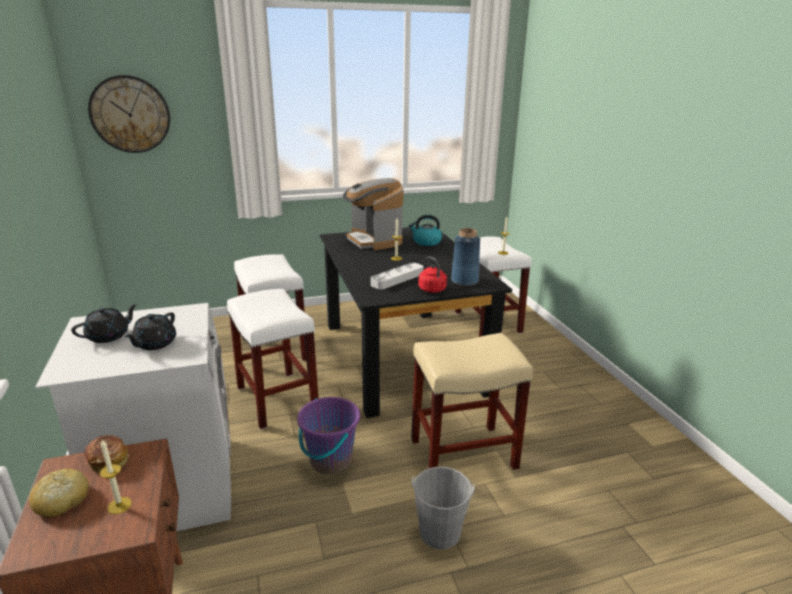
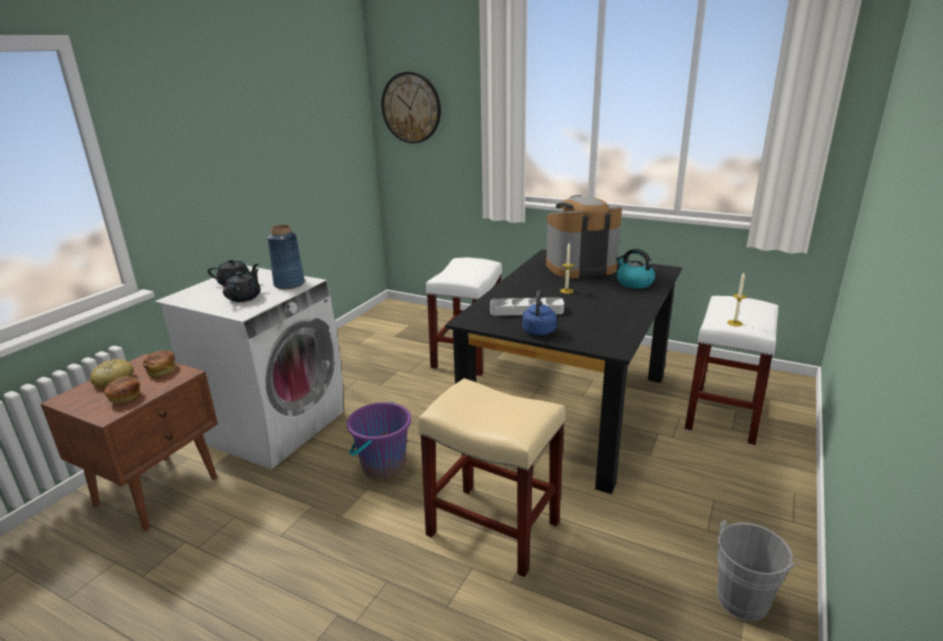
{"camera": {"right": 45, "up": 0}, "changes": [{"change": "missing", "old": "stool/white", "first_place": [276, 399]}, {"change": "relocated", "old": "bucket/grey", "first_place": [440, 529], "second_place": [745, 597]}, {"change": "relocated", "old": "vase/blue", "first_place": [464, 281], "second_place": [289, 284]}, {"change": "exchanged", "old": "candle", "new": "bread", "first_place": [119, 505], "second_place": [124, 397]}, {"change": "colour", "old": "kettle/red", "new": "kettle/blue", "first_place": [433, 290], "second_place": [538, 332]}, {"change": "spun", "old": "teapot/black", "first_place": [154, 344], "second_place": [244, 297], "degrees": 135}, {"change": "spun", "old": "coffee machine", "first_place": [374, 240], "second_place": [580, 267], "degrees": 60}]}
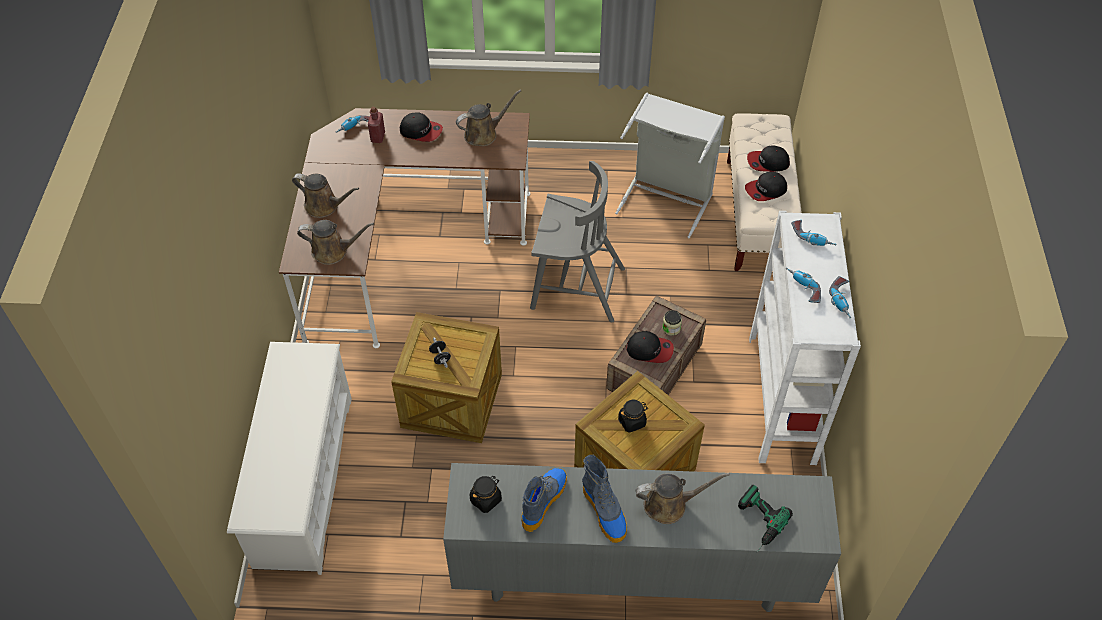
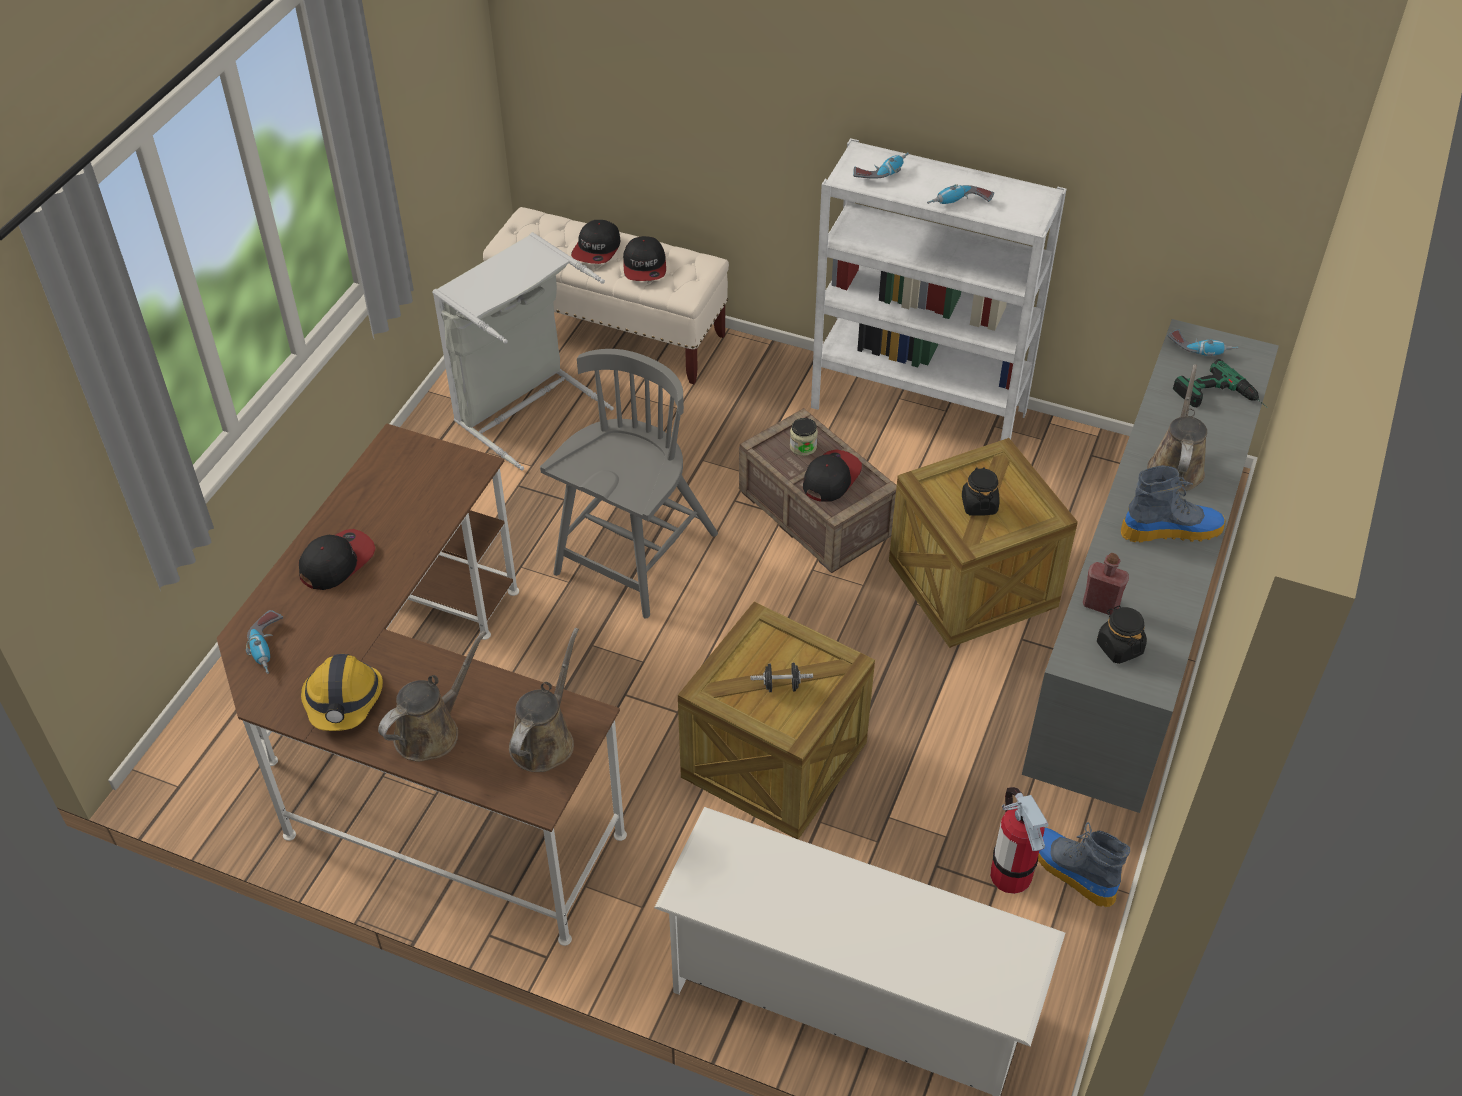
{"camera": {"right": -70, "up": -5}, "changes": [{"change": "missing", "old": "watering can/brown", "first_place": [483, 134]}, {"change": "appeared", "new": "hard hat", "second_place": [344, 700]}, {"change": "appeared", "new": "fire extinguisher", "second_place": [1010, 874]}, {"change": "relocated", "old": "bottle/red", "first_place": [378, 137], "second_place": [1100, 605]}, {"change": "relocated", "old": "boot", "first_place": [543, 500], "second_place": [1071, 871]}, {"change": "relocated", "old": "power drill", "first_place": [842, 301], "second_place": [1201, 349]}]}
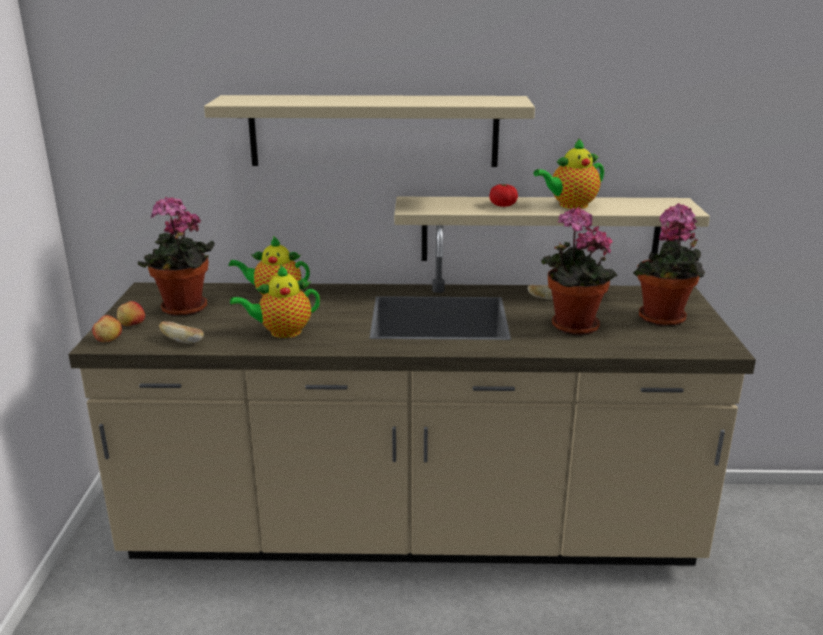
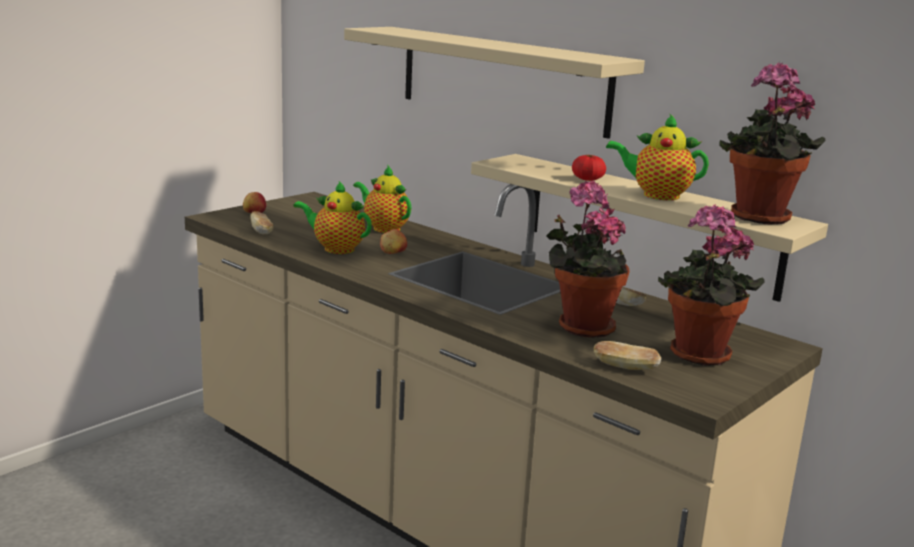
{"camera": {"right": 40, "up": -5}, "changes": [{"change": "appeared", "new": "bread", "second_place": [625, 368]}, {"change": "relocated", "old": "apple", "first_place": [109, 340], "second_place": [393, 253]}, {"change": "relocated", "old": "potted plant", "first_place": [183, 310], "second_place": [758, 218]}]}
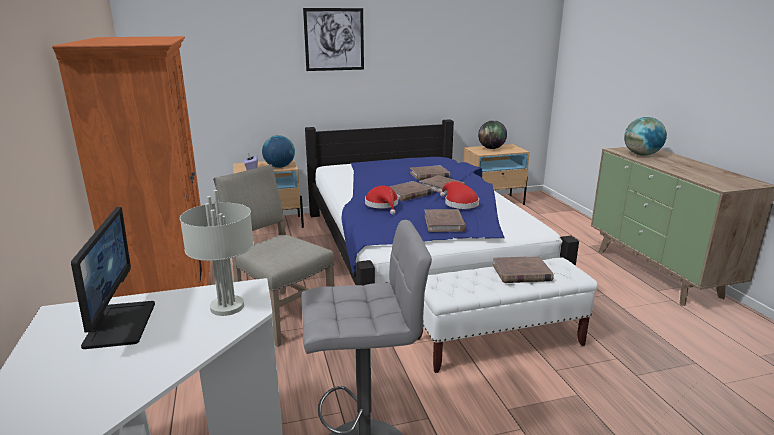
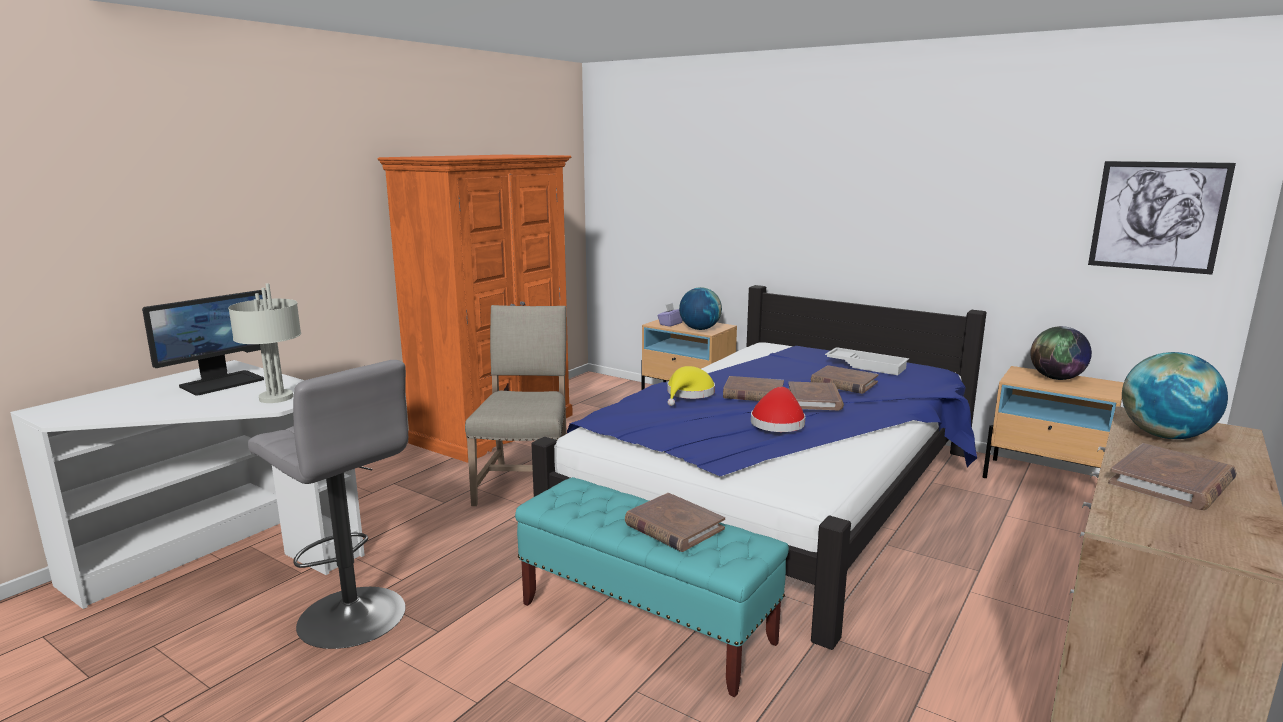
{"camera": {"right": 50, "up": -5}, "changes": [{"change": "appeared", "new": "tray/white", "second_place": [867, 365]}, {"change": "relocated", "old": "picture", "first_place": [334, 39], "second_place": [1157, 216]}, {"change": "relocated", "old": "book/brown", "first_place": [444, 223], "second_place": [1171, 482]}, {"change": "colour", "old": "hat/red", "new": "hat/yellow", "first_place": [383, 205], "second_place": [689, 394]}, {"change": "colour", "old": "bench/white", "new": "bench/turquoise", "first_place": [499, 342], "second_place": [646, 624]}]}
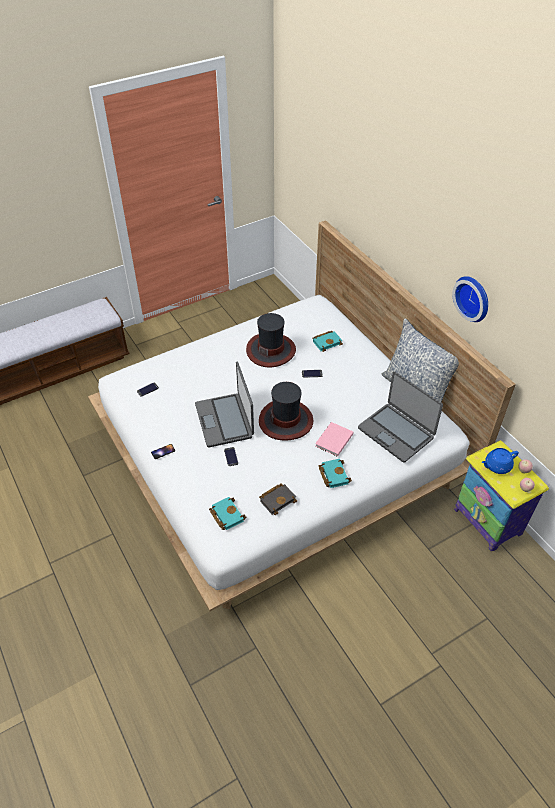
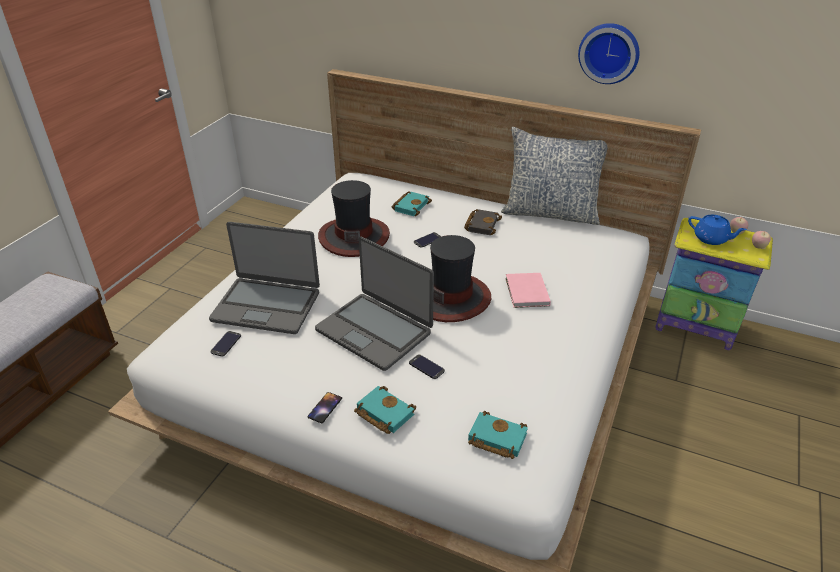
{"camera": {"right": -35, "up": -10}, "changes": [{"change": "relocated", "old": "book/black", "first_place": [278, 499], "second_place": [481, 224]}, {"change": "relocated", "old": "book/turquoise", "first_place": [333, 474], "second_place": [382, 413]}, {"change": "relocated", "old": "laptop", "first_place": [396, 432], "second_place": [267, 305]}, {"change": "spun", "old": "teapot/blue", "first_place": [497, 466], "second_place": [711, 239], "degrees": -90}]}
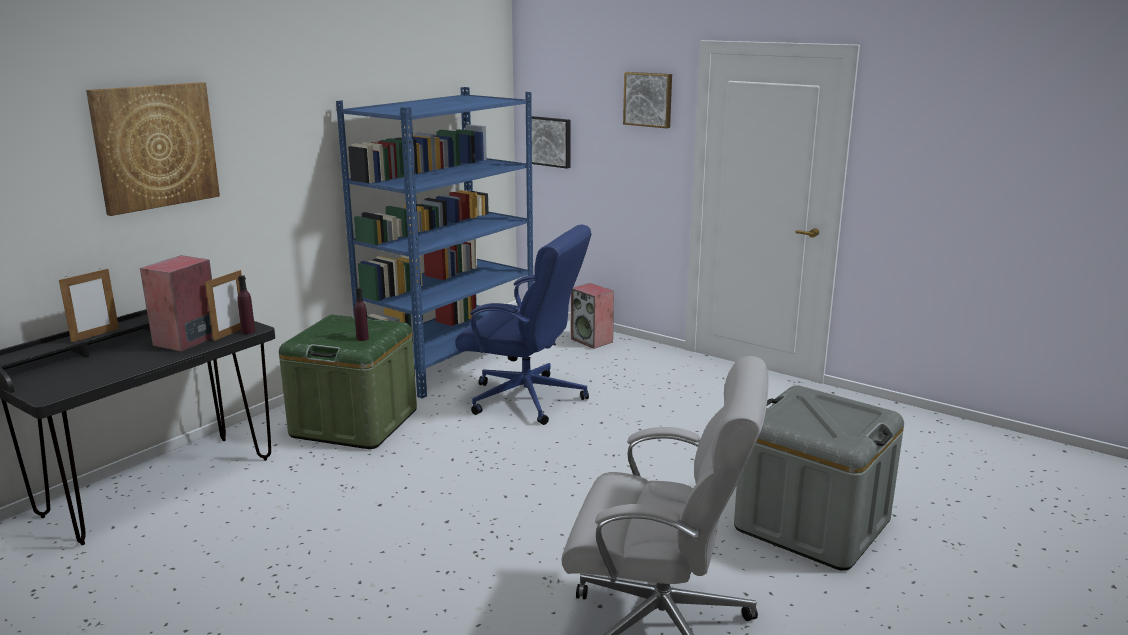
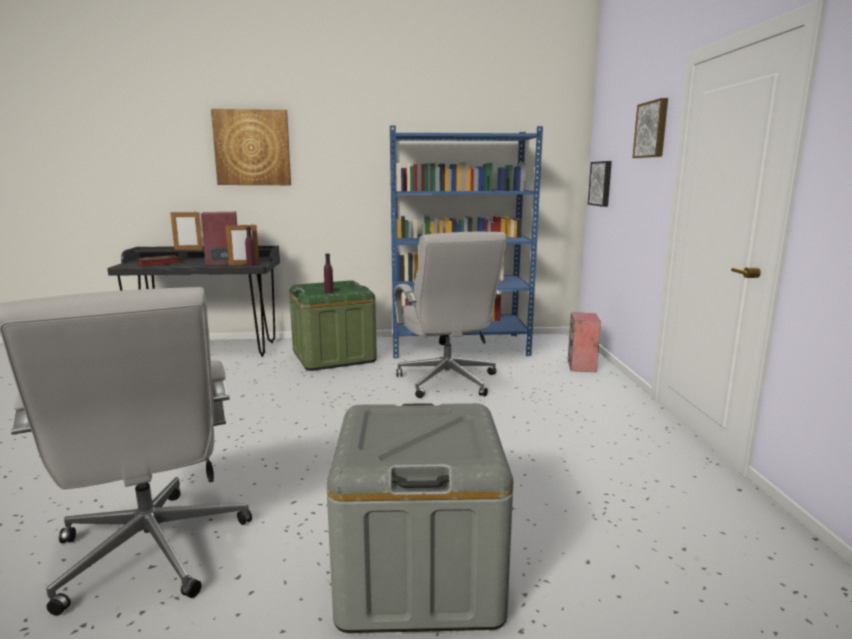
{"camera": {"right": 50, "up": -5}, "changes": [{"change": "appeared", "new": "book", "second_place": [158, 263]}, {"change": "colour", "old": "office chair/blue", "new": "office chair/grey", "first_place": [526, 398], "second_place": [447, 380]}]}
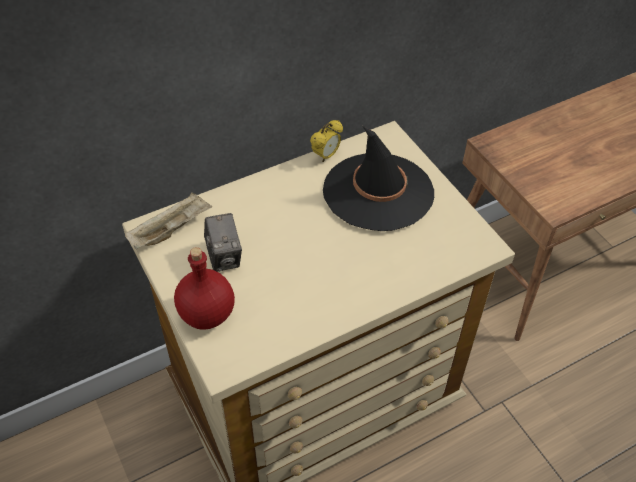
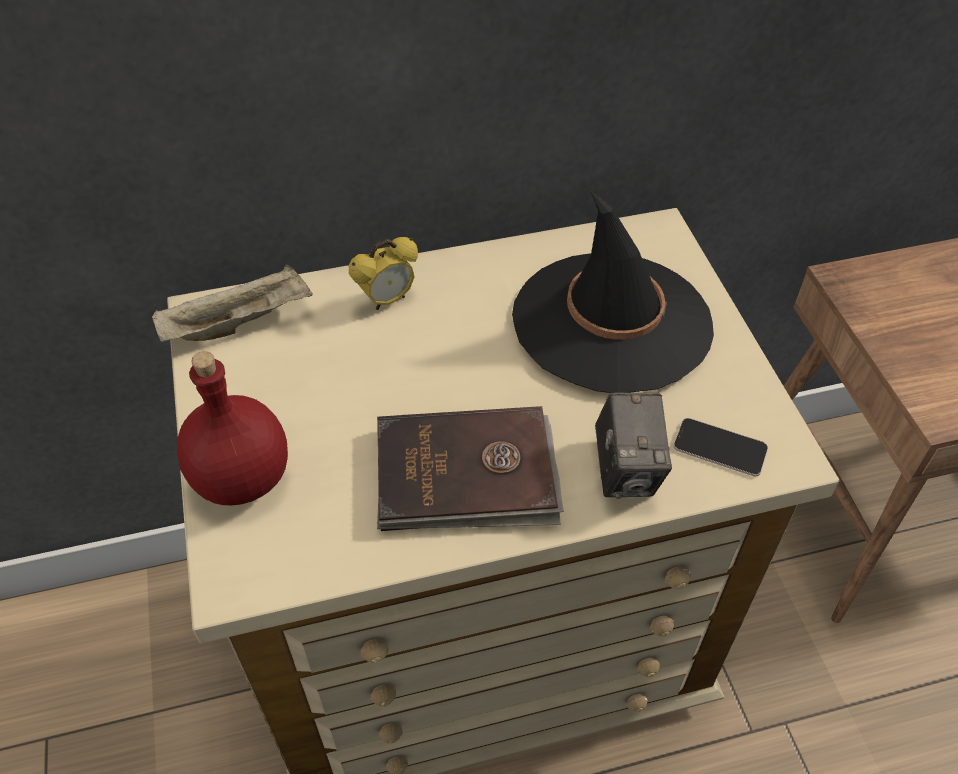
{"camera": {"right": 15, "up": 0}, "changes": [{"change": "appeared", "new": "book/brown", "second_place": [467, 475]}, {"change": "appeared", "new": "phone", "second_place": [720, 448]}, {"change": "relocated", "old": "photo camera", "first_place": [224, 257], "second_place": [626, 471]}, {"change": "relocated", "old": "alarm clock", "first_place": [326, 156], "second_place": [387, 300]}]}
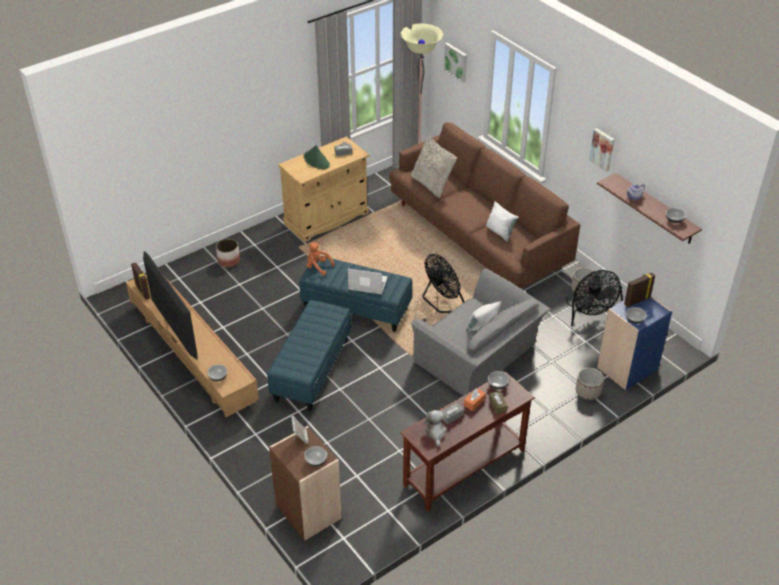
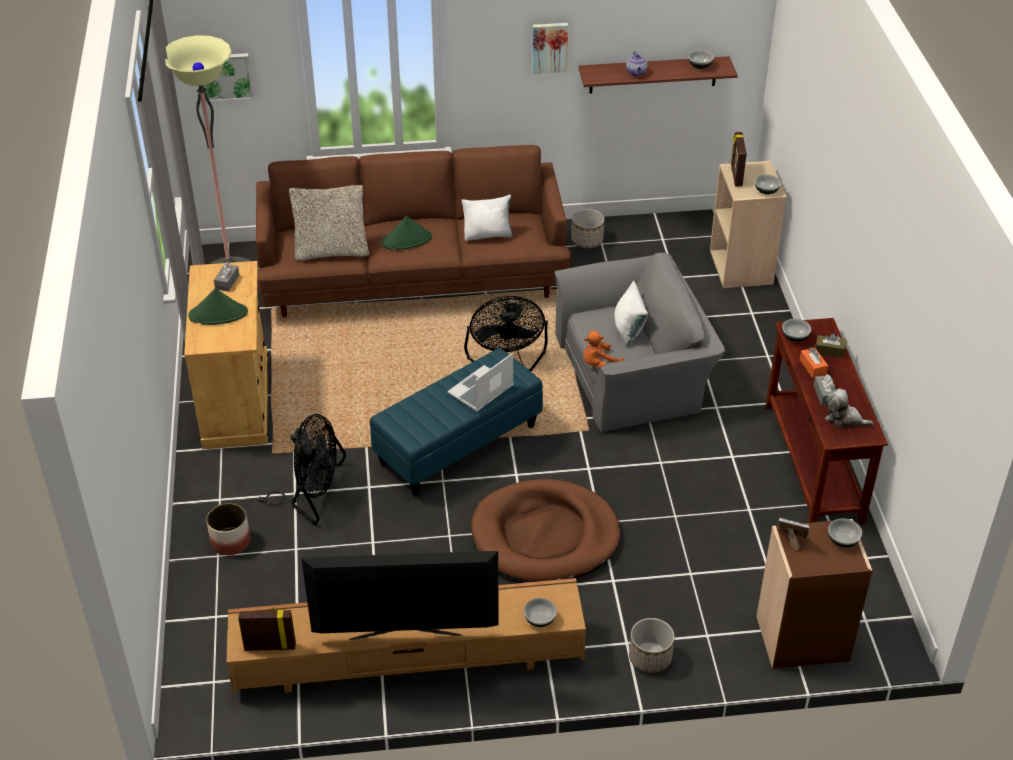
{"camera": {"right": -60, "up": 0}, "changes": [{"change": "appeared", "new": "hat/green", "second_place": [407, 240]}, {"change": "relocated", "old": "plush toy/orange", "first_place": [318, 267], "second_place": [599, 364]}, {"change": "relocated", "old": "fan/black", "first_place": [588, 313], "second_place": [310, 493]}, {"change": "relocated", "old": "planter", "first_place": [587, 391], "second_place": [649, 658]}, {"change": "exchanged", "old": "ottoman/blue", "new": "dog bed/brown", "first_place": [312, 370], "second_place": [545, 536]}, {"change": "colour", "old": "bookcase/blue", "new": "bookcase/beige", "first_place": [627, 369], "second_place": [742, 268]}]}
